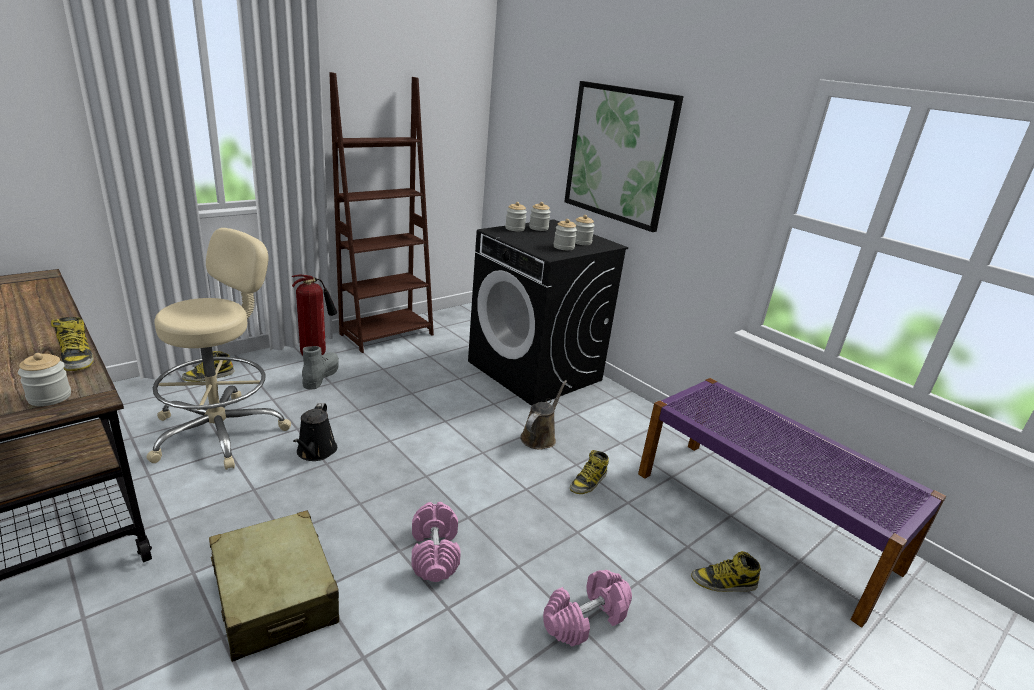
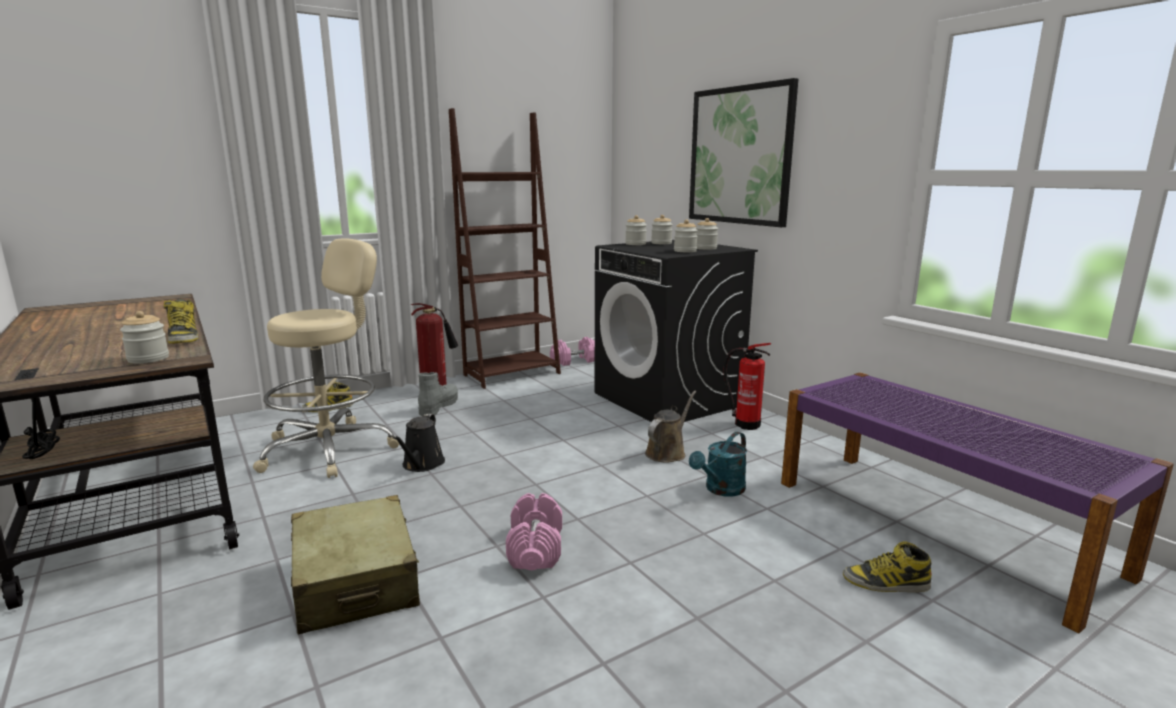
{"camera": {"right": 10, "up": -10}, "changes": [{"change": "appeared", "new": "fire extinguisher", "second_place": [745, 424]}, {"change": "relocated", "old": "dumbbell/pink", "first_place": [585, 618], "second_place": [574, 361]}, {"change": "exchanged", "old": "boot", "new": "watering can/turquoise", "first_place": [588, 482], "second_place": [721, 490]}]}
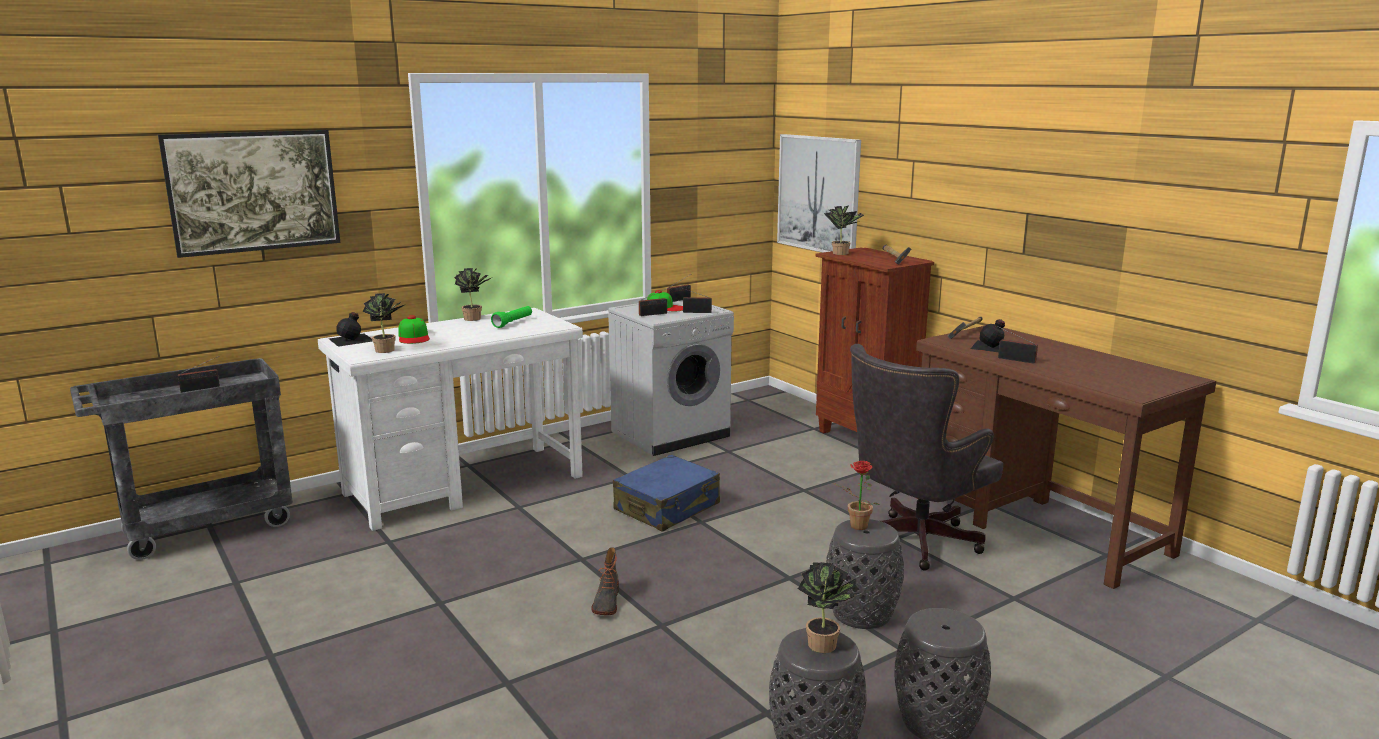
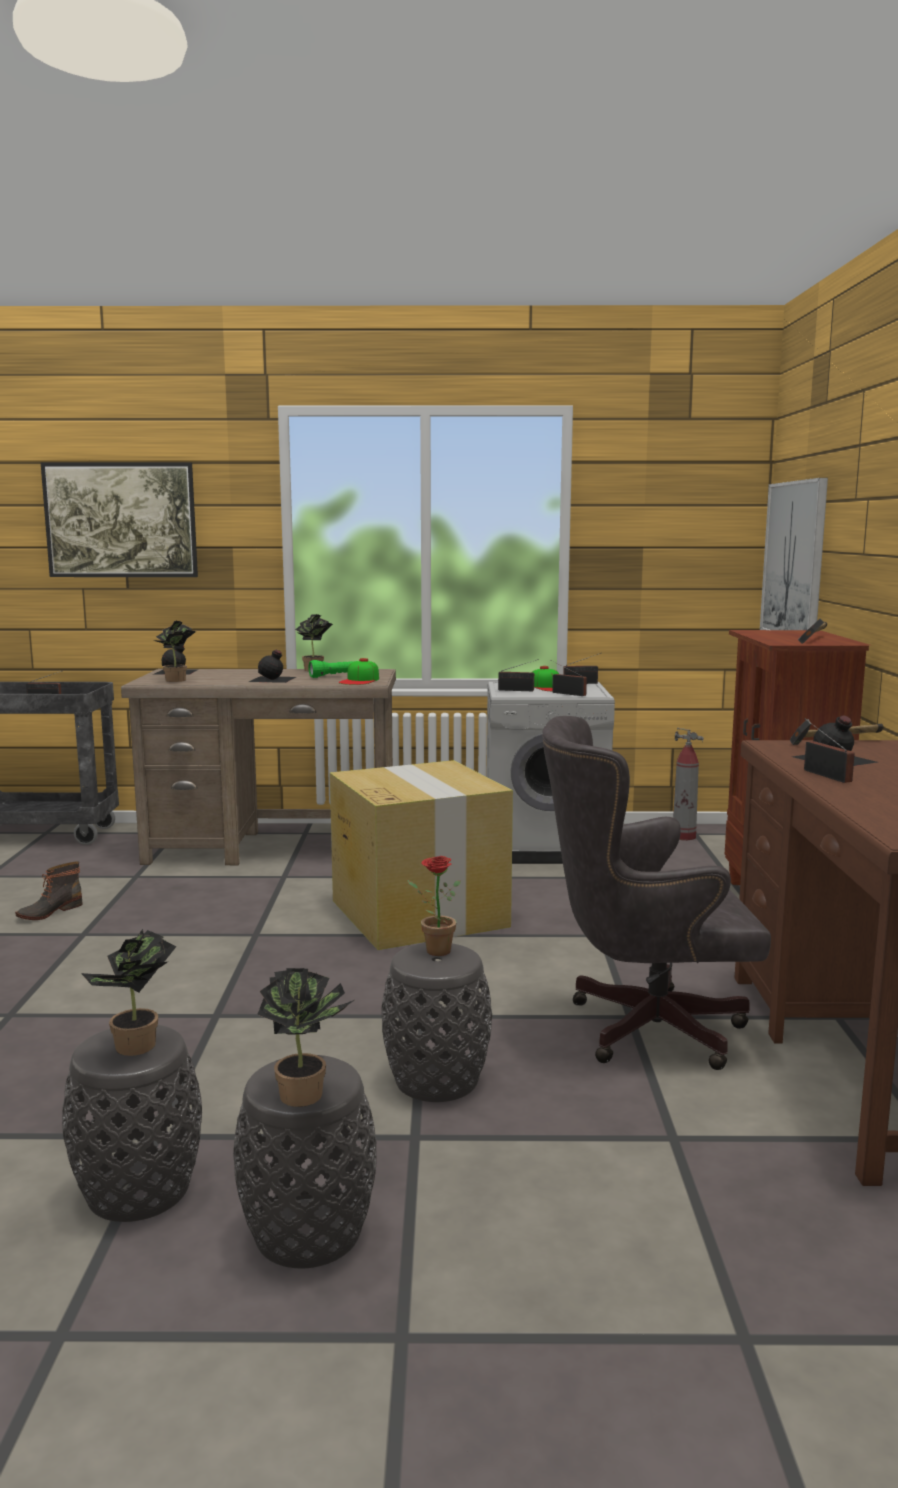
{"camera": {"right": 35, "up": -5}, "changes": [{"change": "appeared", "new": "bottle/black", "second_place": [273, 679]}, {"change": "appeared", "new": "fire extinguisher", "second_place": [684, 837]}, {"change": "relocated", "old": "cap", "first_place": [414, 337], "second_place": [360, 680]}, {"change": "relocated", "old": "boot", "first_place": [606, 602], "second_place": [49, 912]}, {"change": "relocated", "old": "potted plant", "first_place": [842, 253], "second_place": [307, 1096]}, {"change": "exchanged", "old": "suitcase/blue", "new": "cardboard box", "first_place": [667, 507], "second_place": [418, 912]}, {"change": "colour", "old": "desk/white", "new": "desk/brown", "first_place": [464, 484], "second_place": [273, 847]}]}
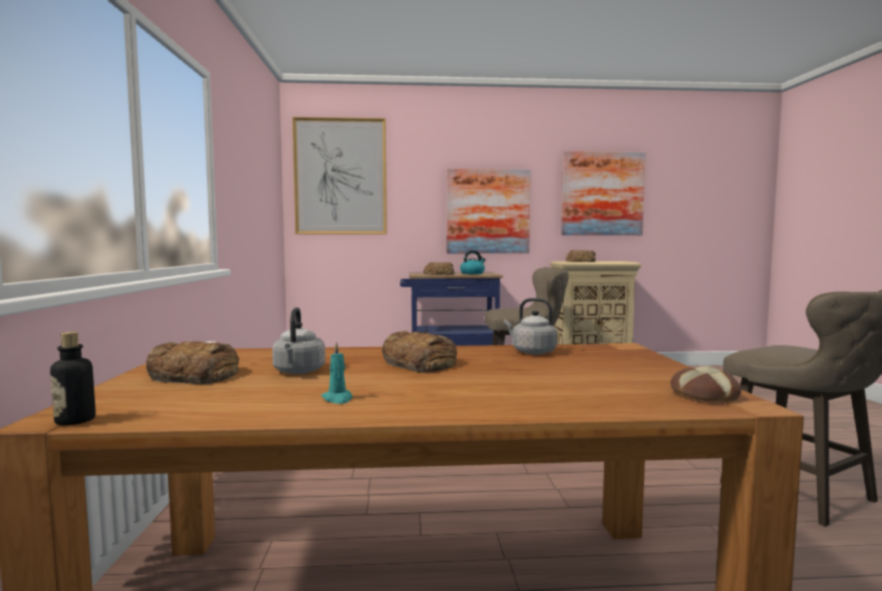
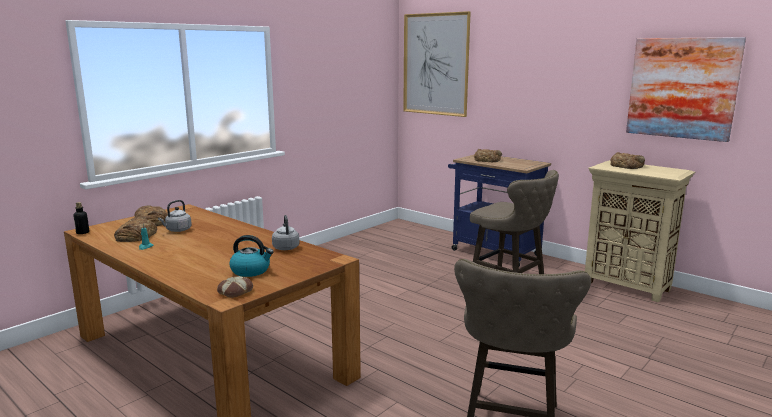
{"camera": {"right": 45, "up": 10}, "changes": [{"change": "missing", "old": "picture", "first_place": [488, 211]}, {"change": "relocated", "old": "bread", "first_place": [419, 363], "second_place": [136, 235]}, {"change": "relocated", "old": "kettle", "first_place": [472, 273], "second_place": [251, 271]}]}
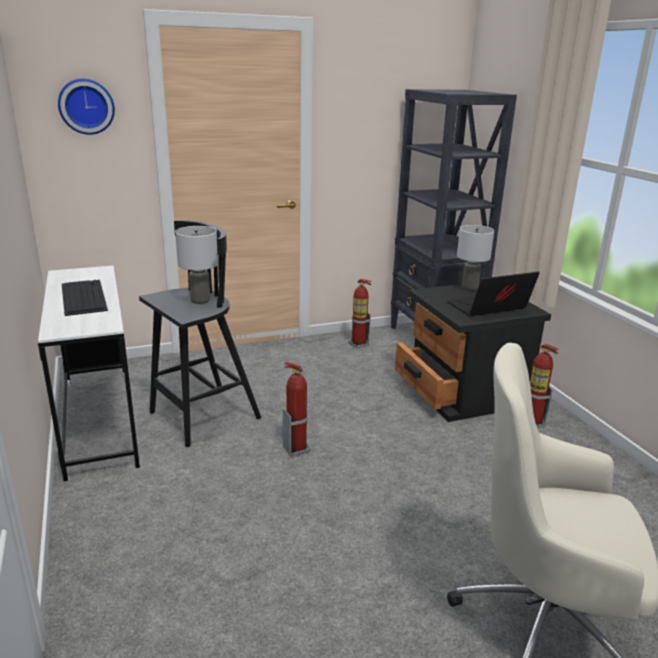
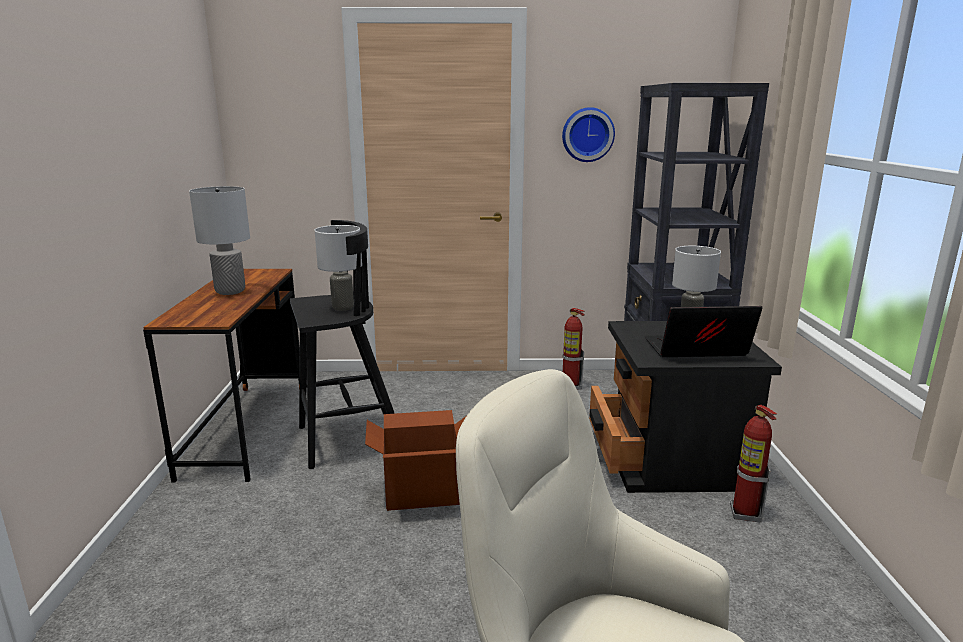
{"camera": {"right": 20, "up": -5}, "changes": [{"change": "relocated", "old": "wall clock", "first_place": [86, 106], "second_place": [587, 134]}, {"change": "exchanged", "old": "keyboard", "new": "table lamp/grey", "first_place": [83, 296], "second_place": [230, 293]}, {"change": "exchanged", "old": "fire extinguisher", "new": "cardboard box", "first_place": [296, 449], "second_place": [421, 492]}, {"change": "colour", "old": "desk/white", "new": "desk/brown", "first_place": [99, 422], "second_place": [246, 429]}]}
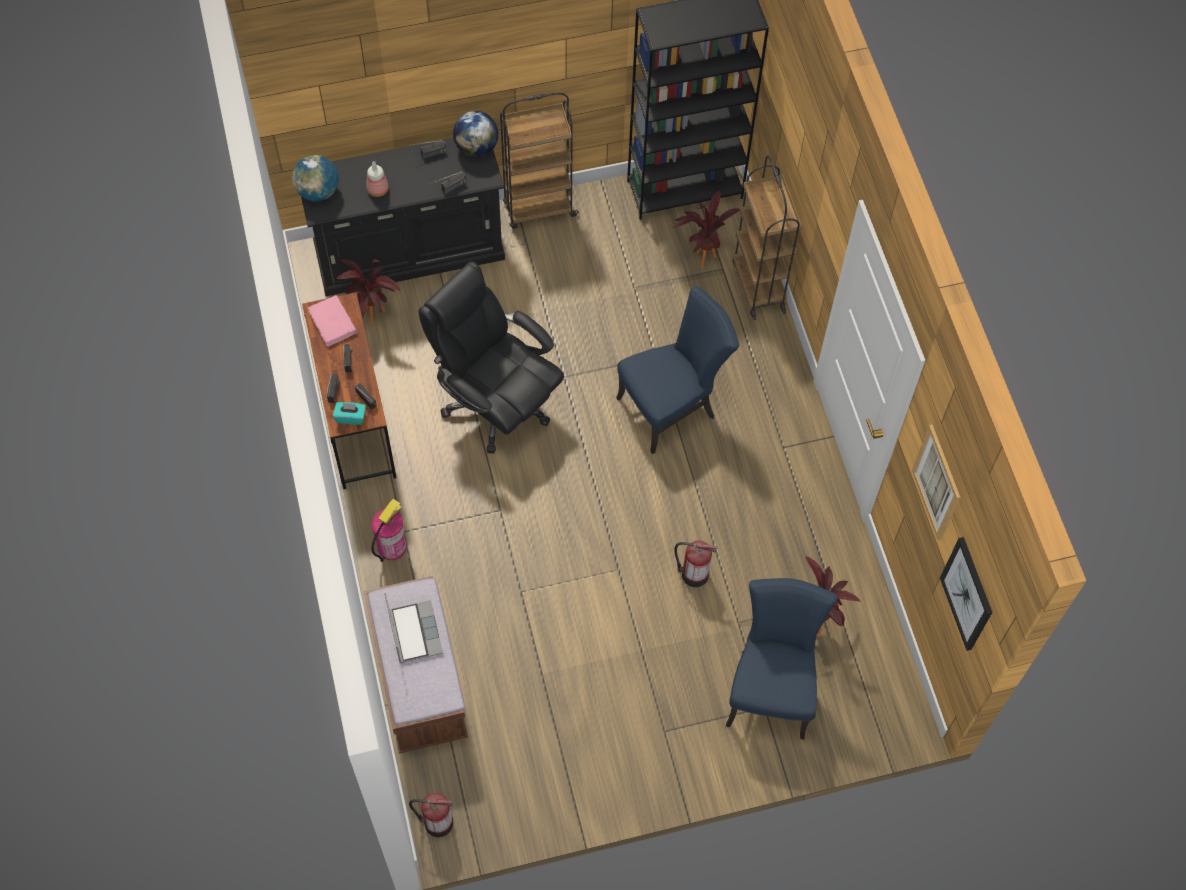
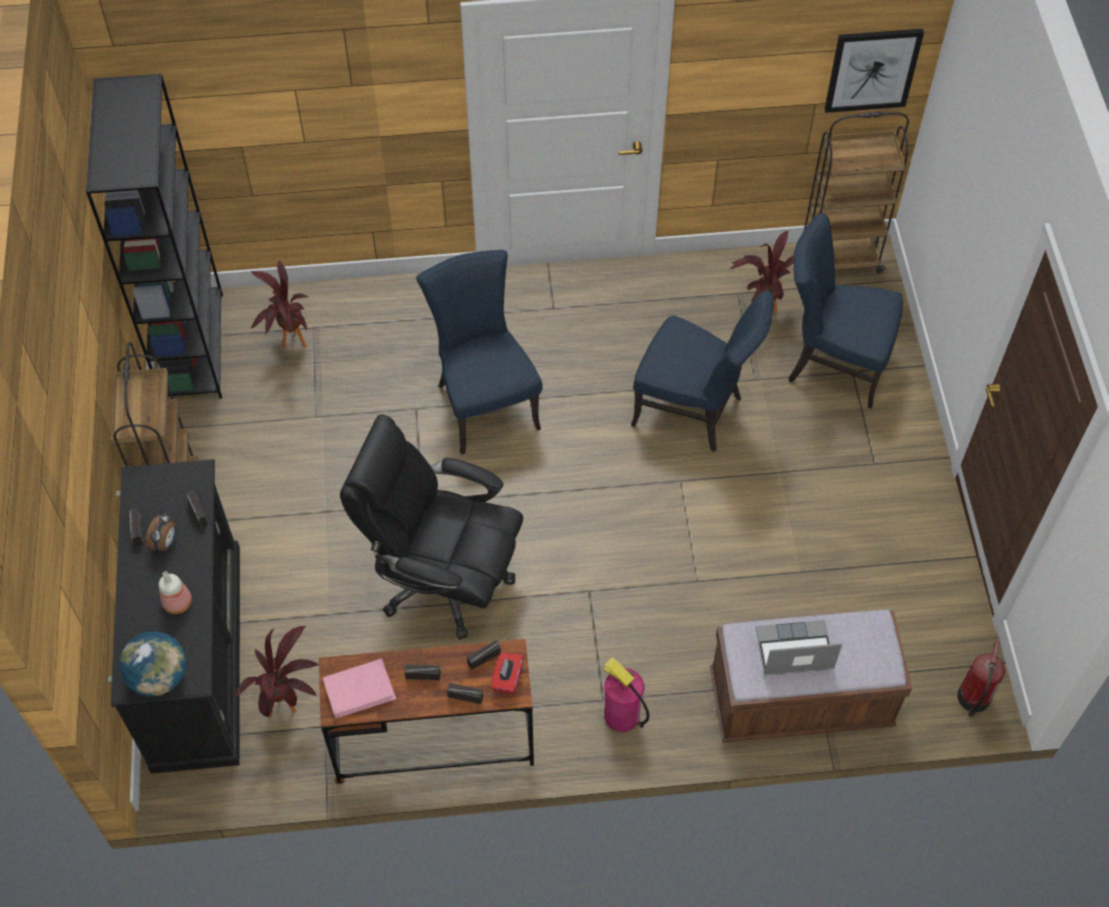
{"camera": {"right": -80, "up": -5}, "changes": [{"change": "missing", "old": "globe", "first_place": [476, 147]}, {"change": "missing", "old": "picture", "first_place": [936, 482]}, {"change": "appeared", "new": "alarm clock", "second_place": [165, 543]}, {"change": "relocated", "old": "cart/brown", "first_place": [759, 286], "second_place": [839, 261]}, {"change": "exchanged", "old": "fire extinguisher", "new": "chair/blue", "first_place": [693, 574], "second_place": [694, 411]}, {"change": "colour", "old": "tissue box/turquoise", "new": "tissue box/red", "first_place": [350, 417], "second_place": [507, 679]}, {"change": "spun", "old": "office chair/black", "first_place": [496, 404], "second_place": [444, 579], "degrees": 60}]}
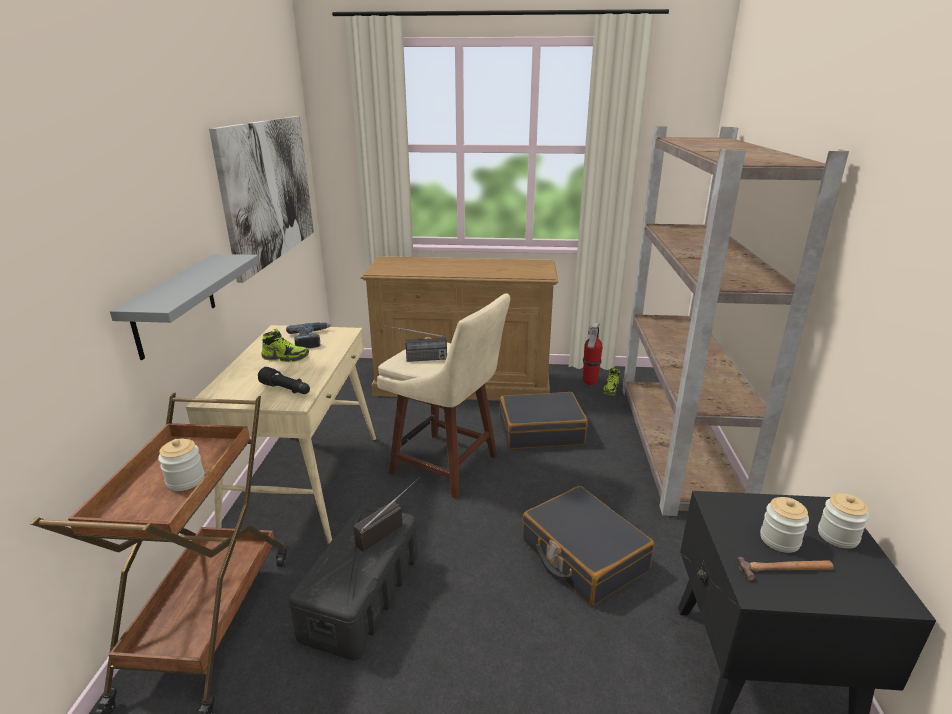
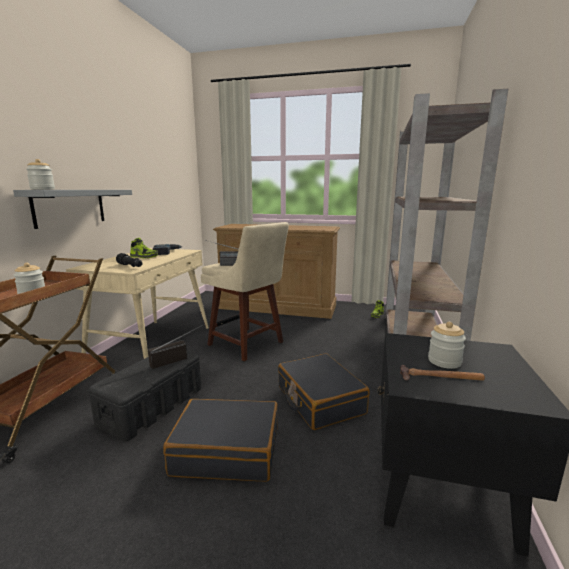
{"camera": {"right": 10, "up": -10}, "changes": [{"change": "missing", "old": "picture", "first_place": [268, 190]}, {"change": "missing", "old": "fire extinguisher", "first_place": [589, 382]}, {"change": "relocated", "old": "suitcase/black", "first_place": [540, 431], "second_place": [227, 450]}, {"change": "relocated", "old": "jar", "first_place": [837, 536], "second_place": [42, 189]}]}
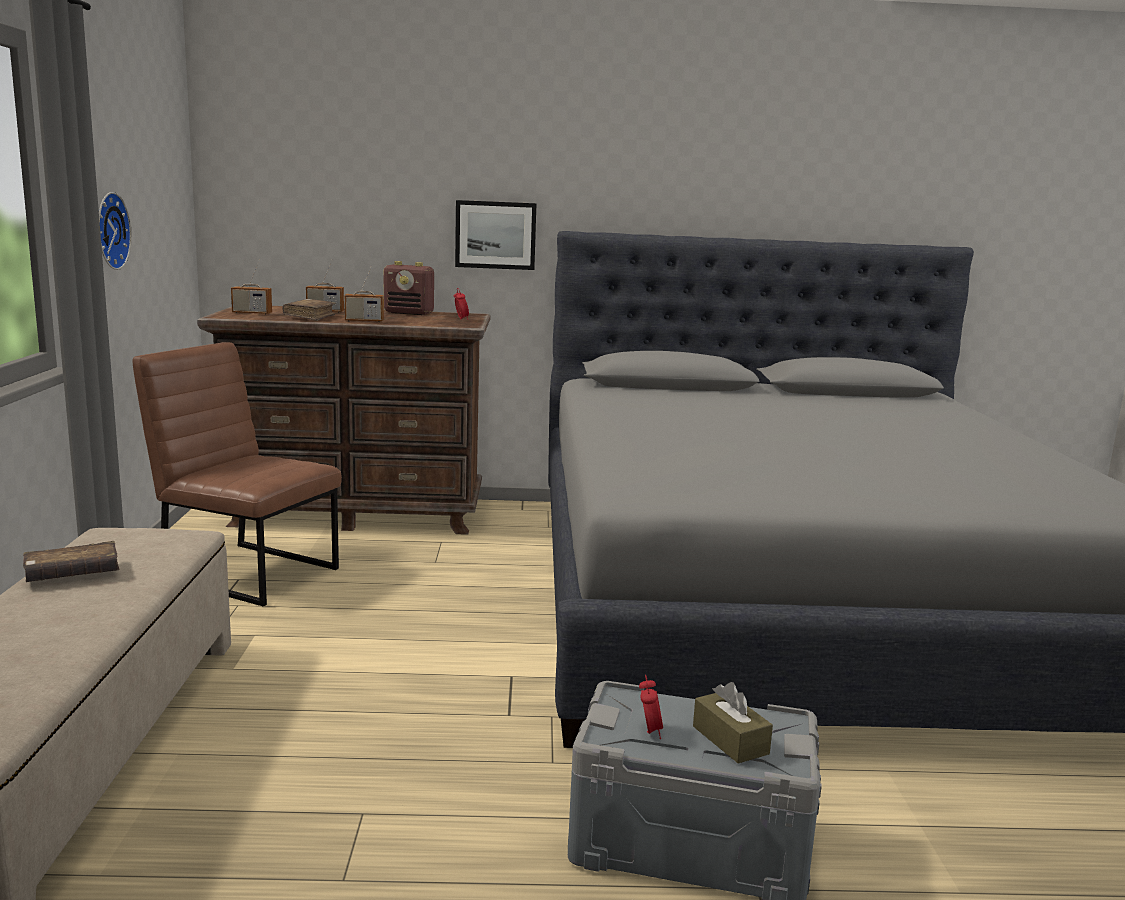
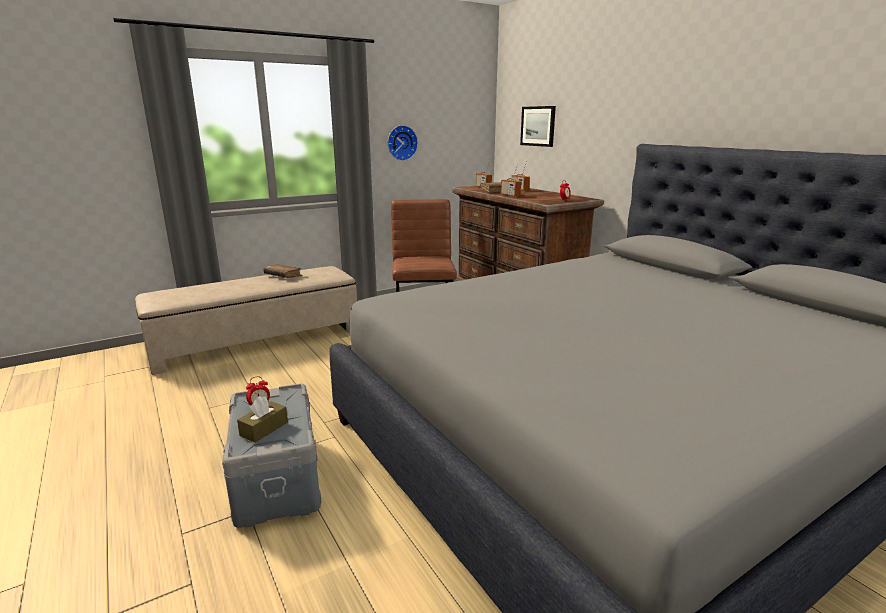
{"camera": {"right": 60, "up": 5}, "changes": [{"change": "missing", "old": "radio", "first_place": [409, 313]}, {"change": "relocated", "old": "picture", "first_place": [495, 235], "second_place": [538, 126]}]}
